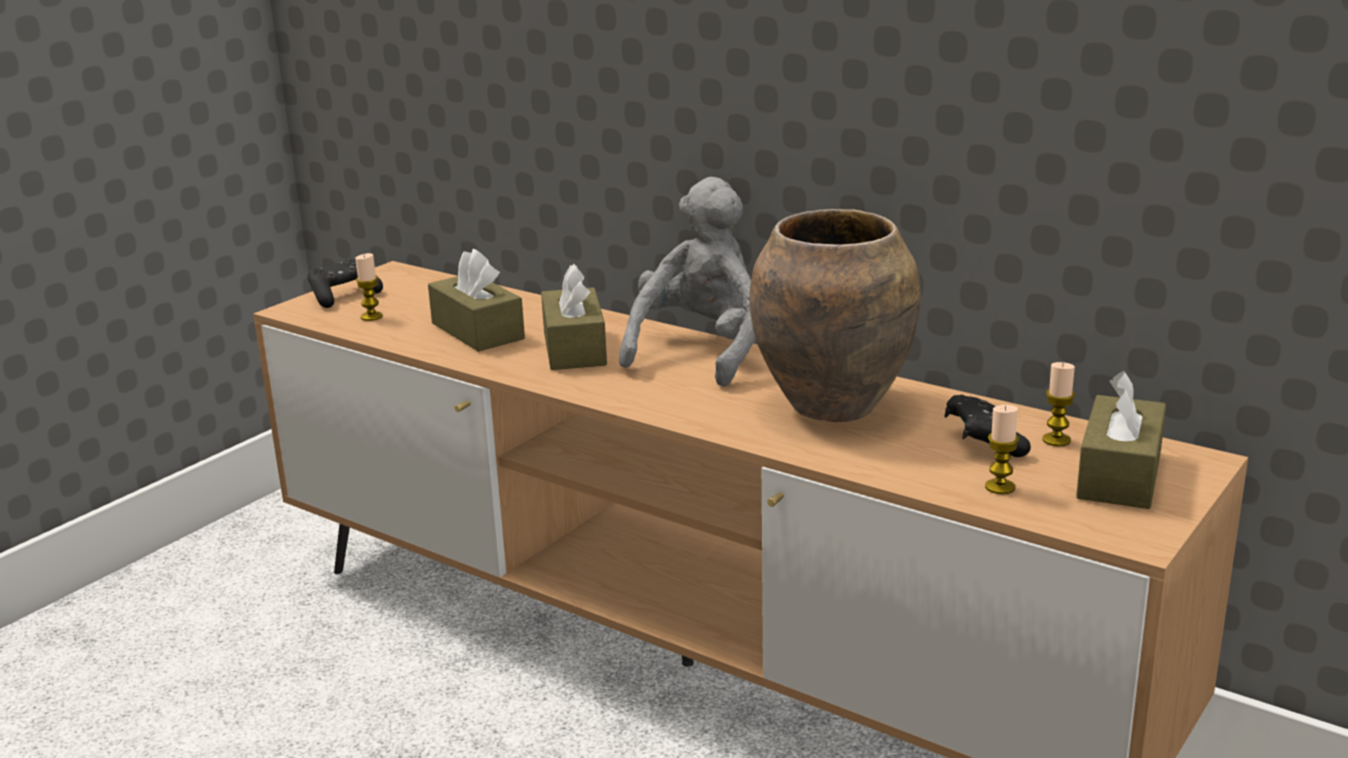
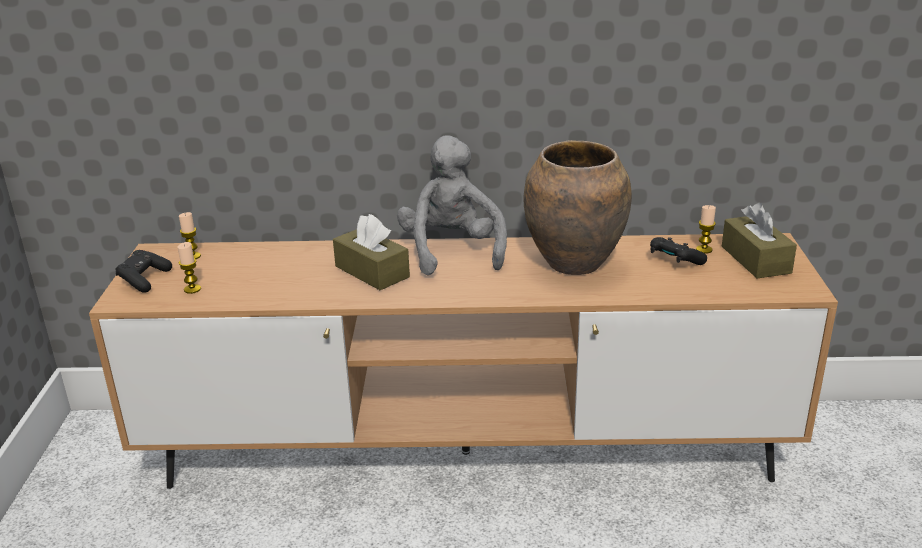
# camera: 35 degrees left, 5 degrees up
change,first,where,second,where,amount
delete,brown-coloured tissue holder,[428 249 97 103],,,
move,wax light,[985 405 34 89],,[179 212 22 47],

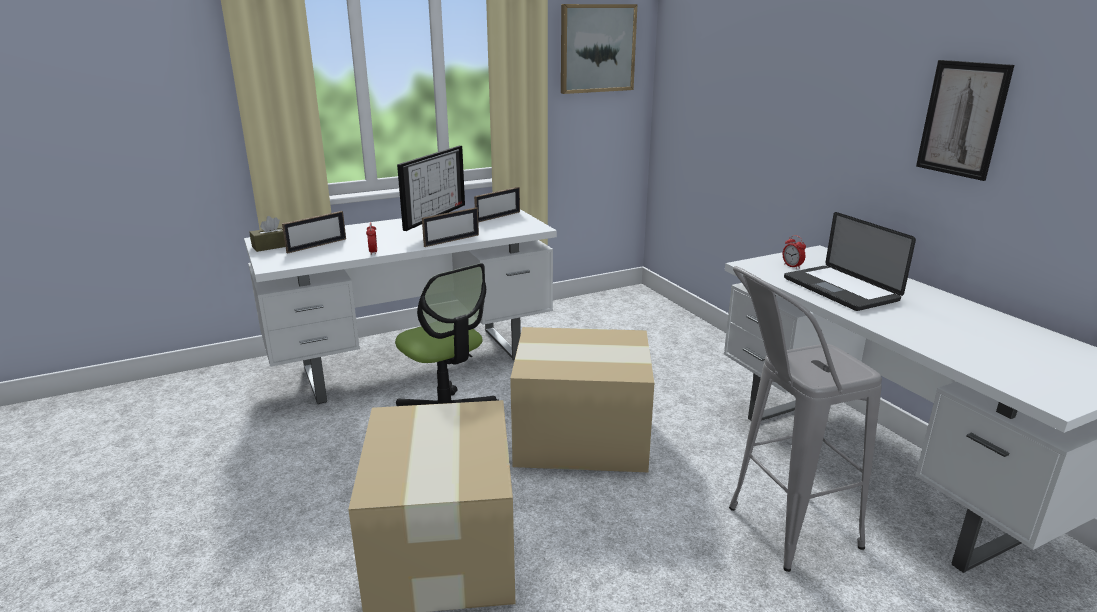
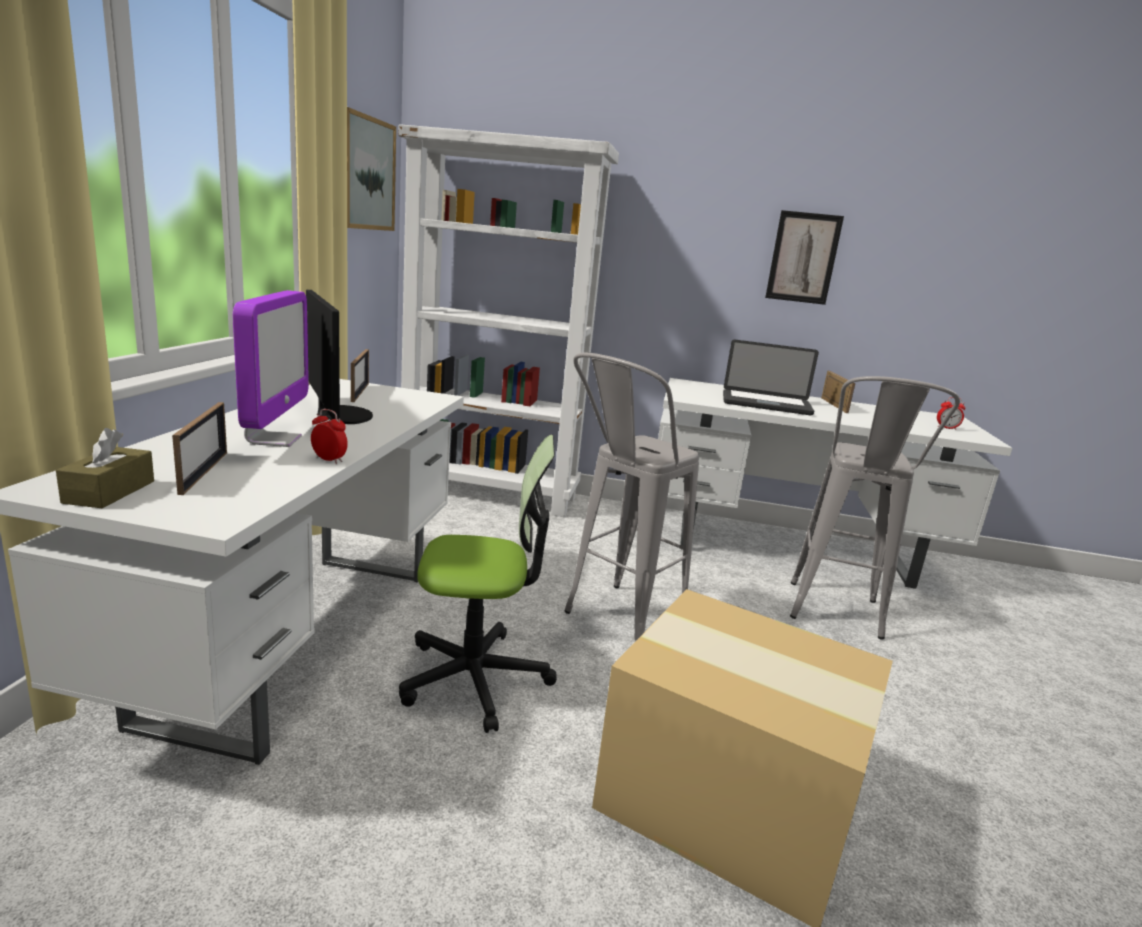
# camera: 55 degrees left, 5 degrees down
change,first,where,second,where,amount
move,photo frame,[422 207 57 40],,[821 371 34 42],
move,alarm clock,[783 235 23 34],,[937 397 28 33],
replace,packing box,[510 327 144 145],grey sitting stool,[565 353 134 288],
insert,,,white-coloured bookshelf,[398 124 221 393],
insert,,,monitor,[233 290 76 157],

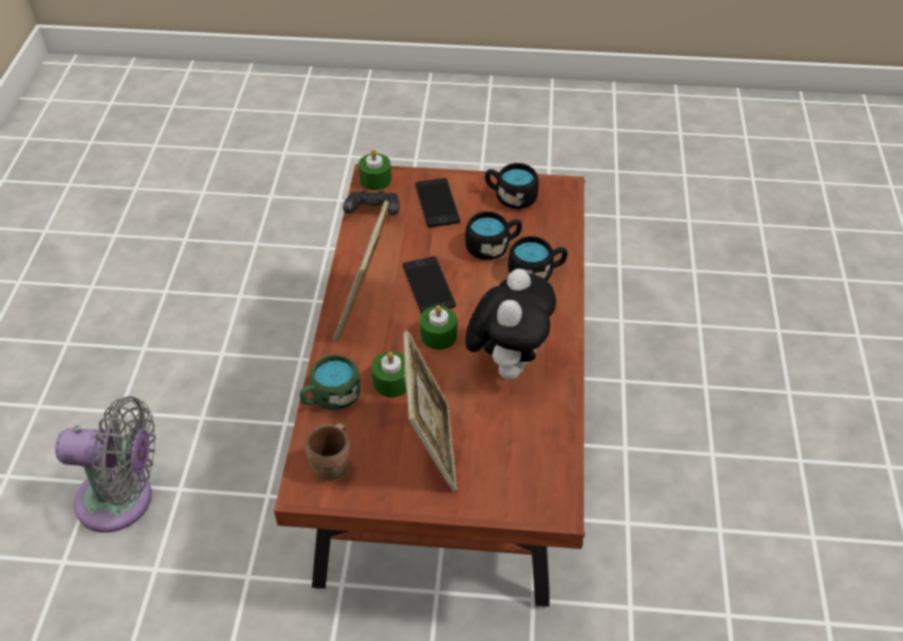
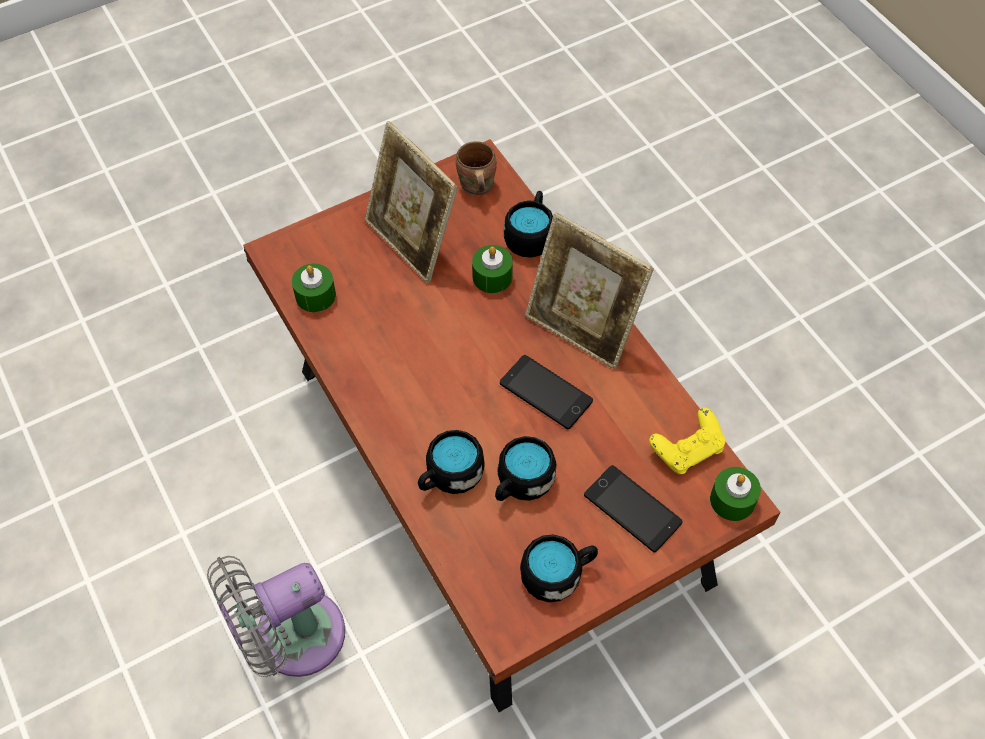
# camera: 145 degrees right, 10 degrees up
change,first,where,second,where,amount
recolor,black gamepad,[343 190 57 25],yellow gamepad,[649 407 76 67],
rotate,photo frame,[333 200 56 142],,[525 213 129 157],150 degrees clockwise
delete,plush toy,[465 269 91 111],,,
move,green wax light,[420 305 37 45],,[292 264 44 48],
recolor,green coffee mug,[300 354 61 56],black coffee mug,[504 191 49 67],
move,grey electric fan,[55 396 101 137],,[207 556 138 121],

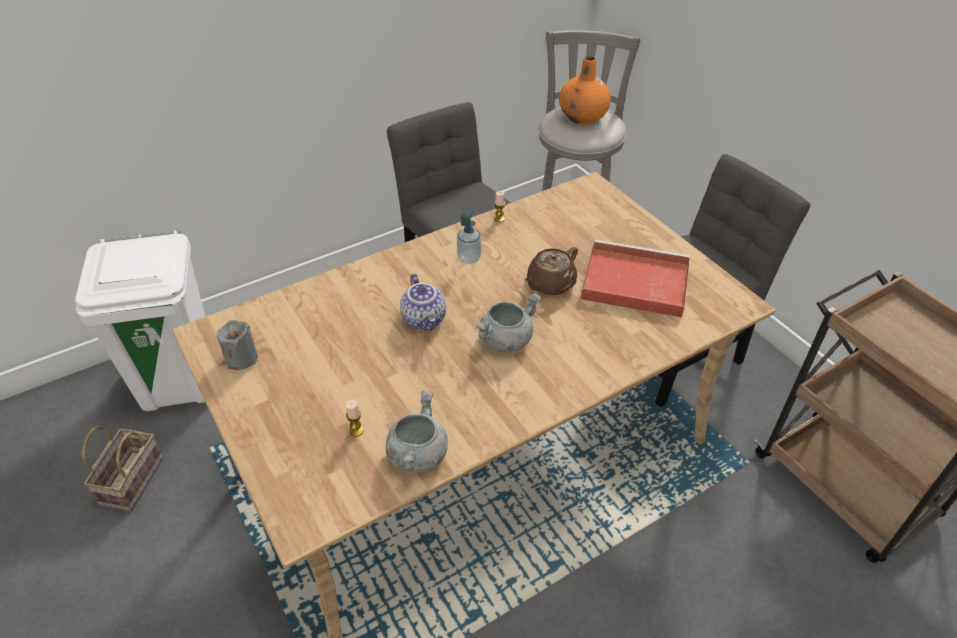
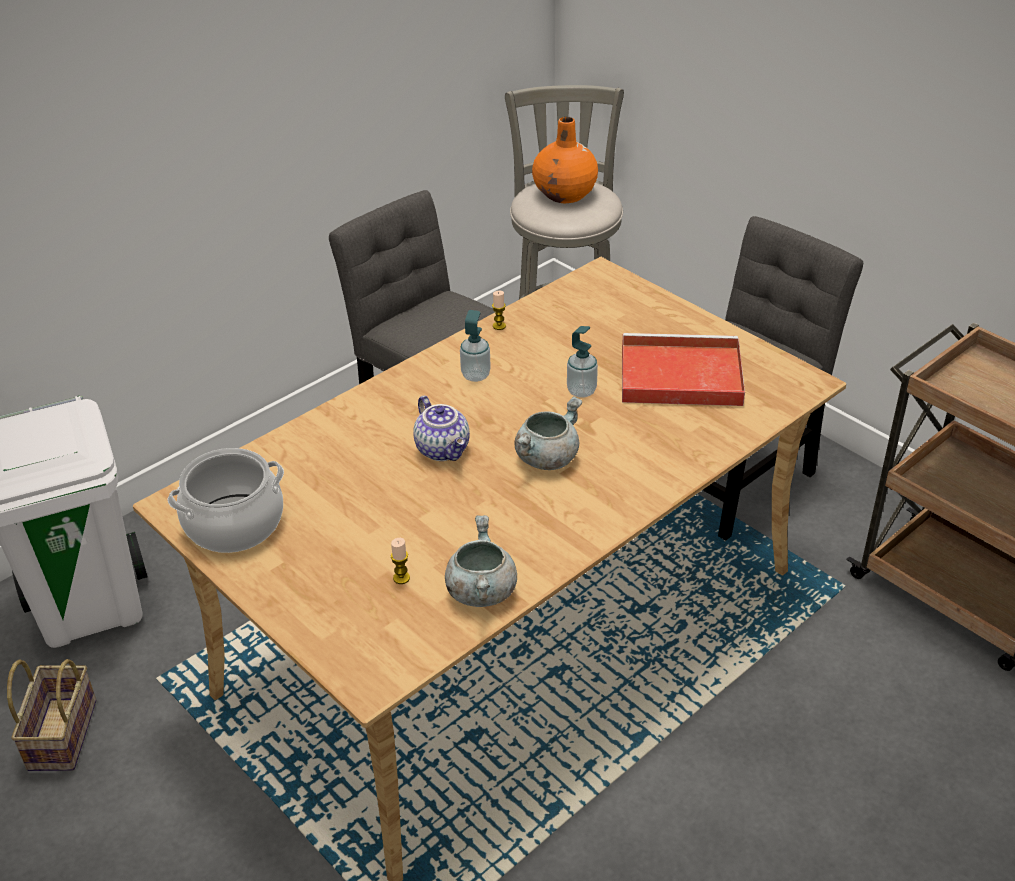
# camera: 10 degrees left, 5 degrees down
change,first,where,second,where,amount
replace,brown-coloured tea pot,[524 247 54 48],soap dispenser,[567 326 31 72],
replace,grey wax light,[217 320 41 50],saucepot,[167 448 117 105],

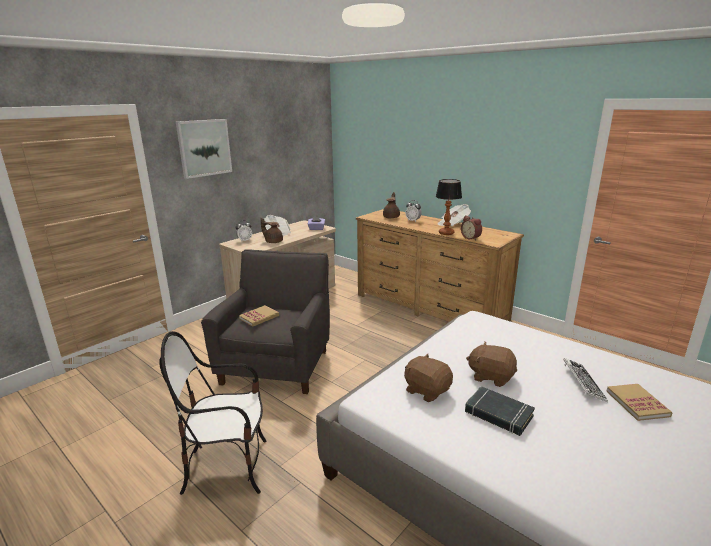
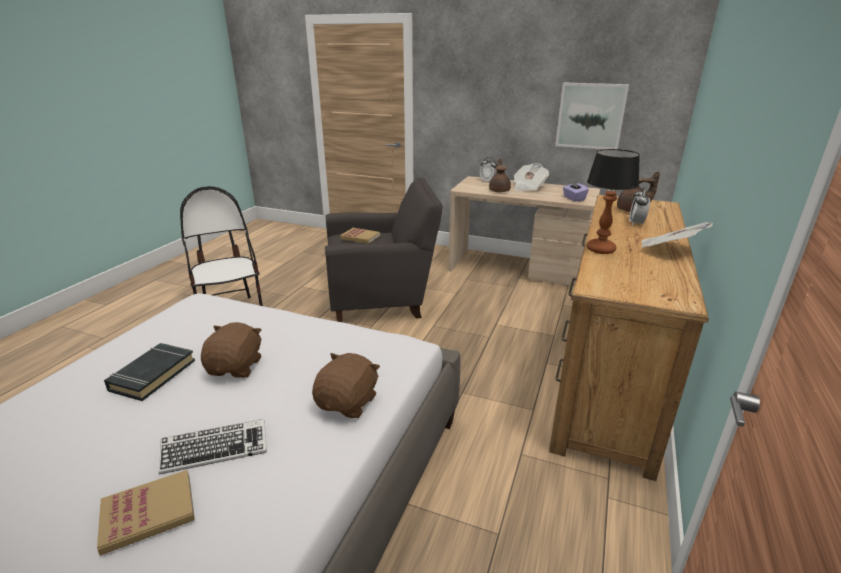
# camera: 70 degrees right, 5 degrees up
change,first,where,second,where,amount
move,picture,[176 119 56 60],,[555 82 74 67],
delete,alarm clock,[461 216 21 24],,,
move,brown-coloured plush toy,[404 354 49 48],,[312 353 68 65],

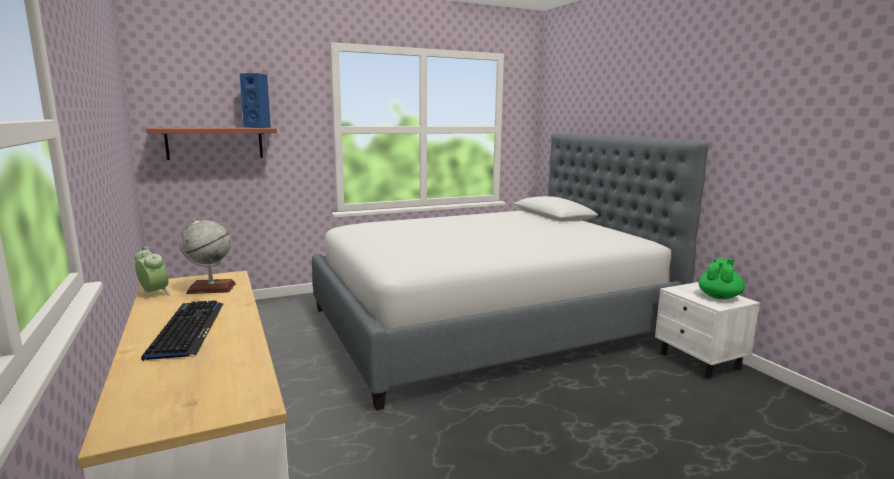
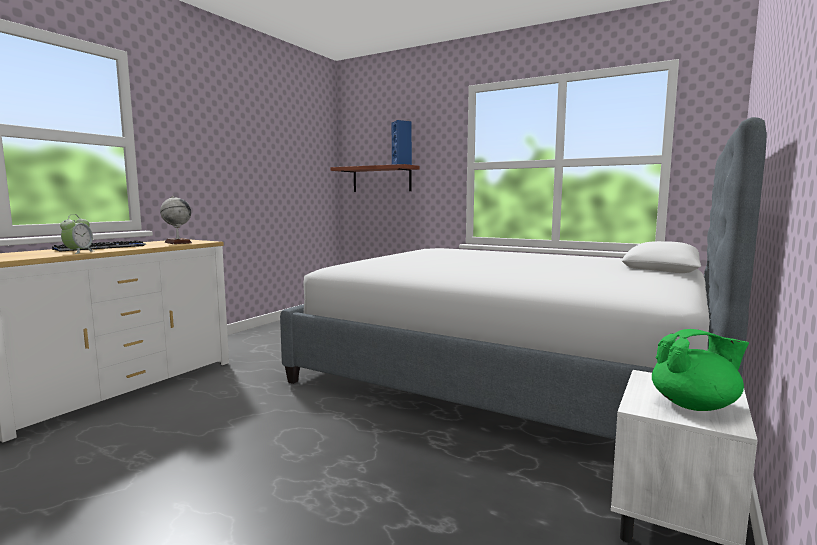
# camera: 55 degrees right, 5 degrees down
change,first,where,second,where,amount
move,alarm clock,[134 246 37 50],,[60 214 33 40],

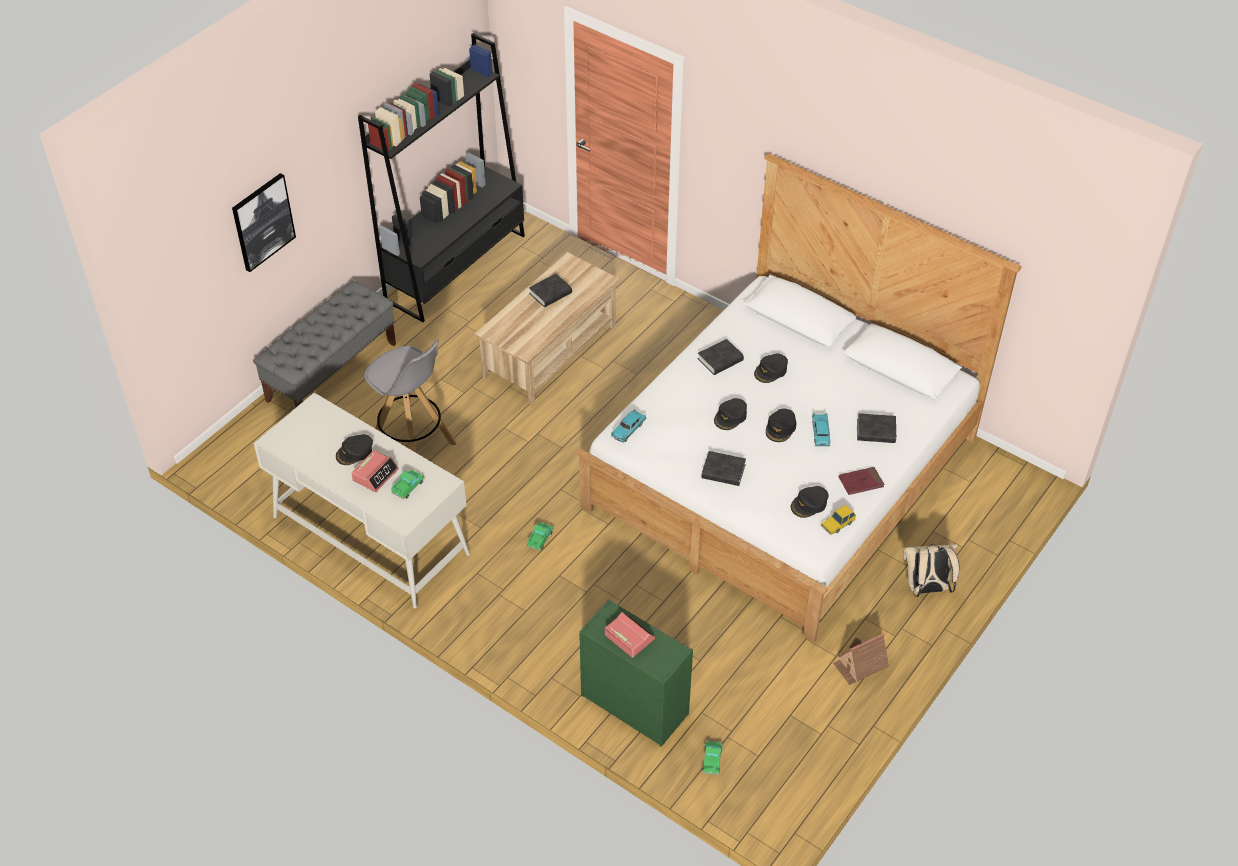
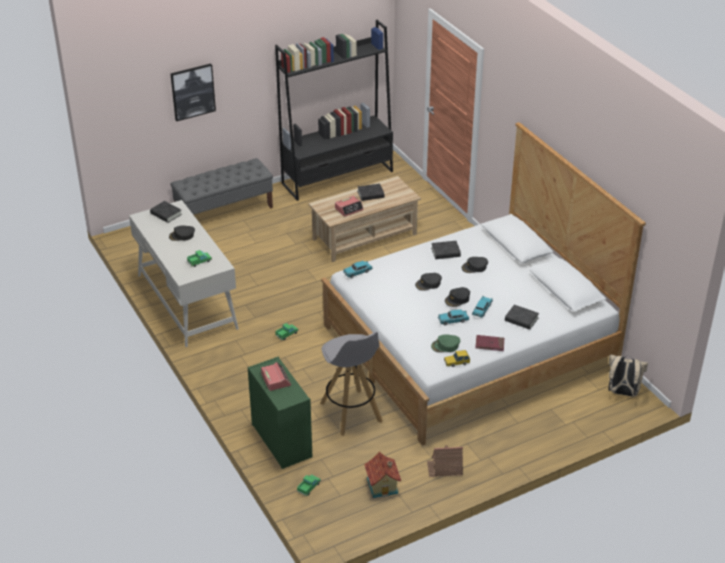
# camera: 25 degrees right, 10 degrees down
change,first,where,second,where,amount
move,grey sitting stool,[364 340 92 113],,[320 332 63 104],
move,alarm clock,[351 450 48 42],,[335 196 29 21],
move,black bound book,[701 451 45 35],,[150 201 32 22],
recolor,black baseball cap,[791 486 38 32],green baseball cap,[431 334 29 18],
move,beige-coloured rucksack,[903 544 57 53],,[609 354 39 43],
insert,,,turquoise miniature car,[438 309 32 16],
insert,,,model house,[364 452 37 46],

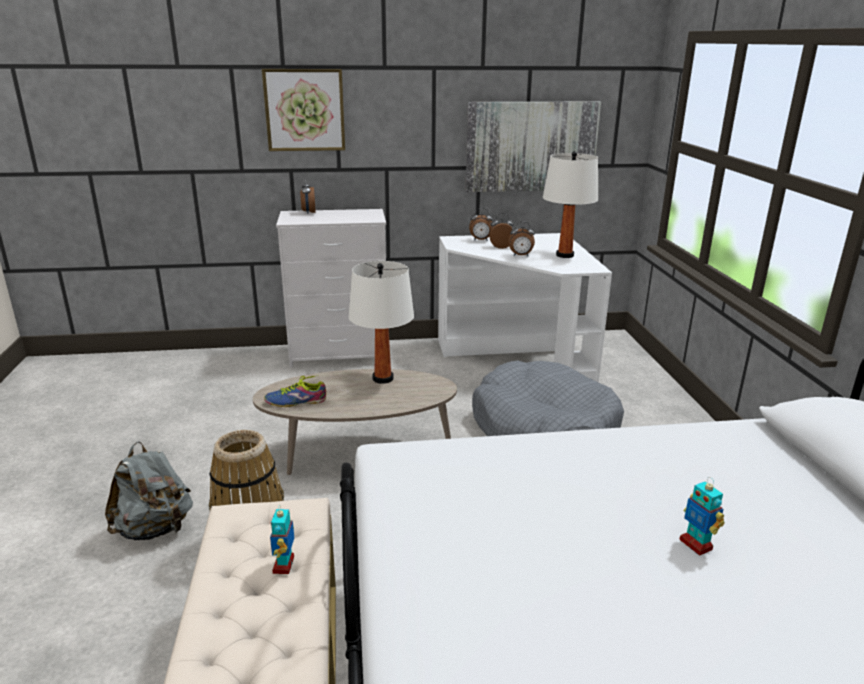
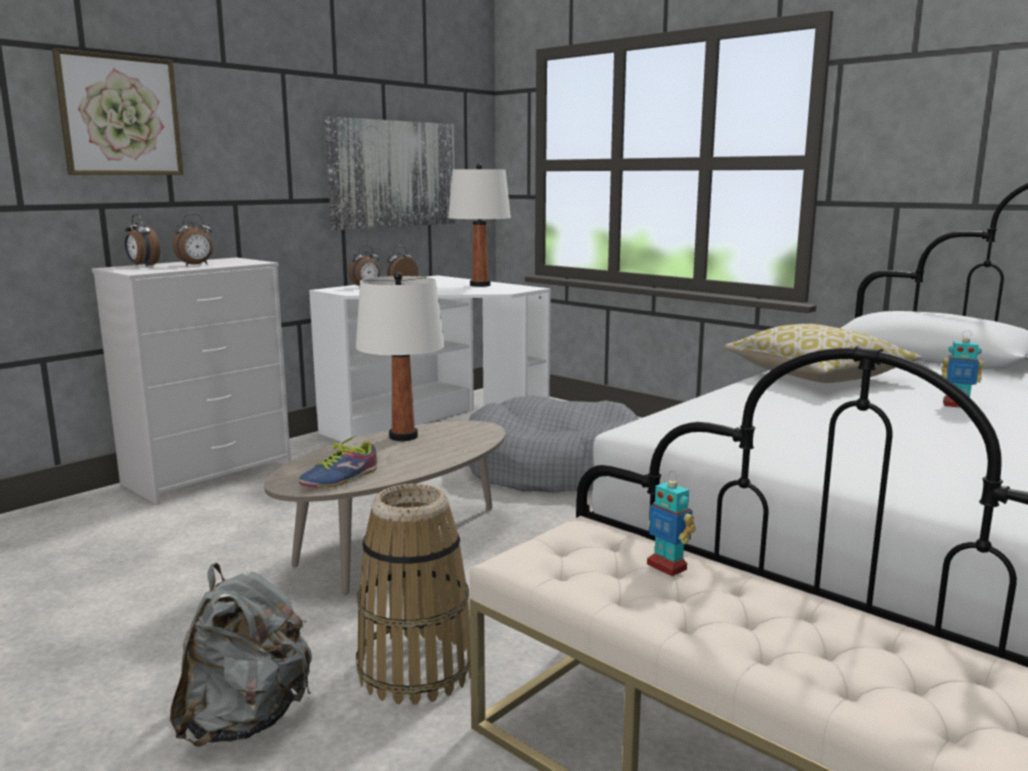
# camera: 40 degrees left, 10 degrees down
change,first,where,second,where,amount
move,alarm clock,[508 221 27 35],,[173 214 40 52],
insert,,,pillow,[724 324 198 59],

